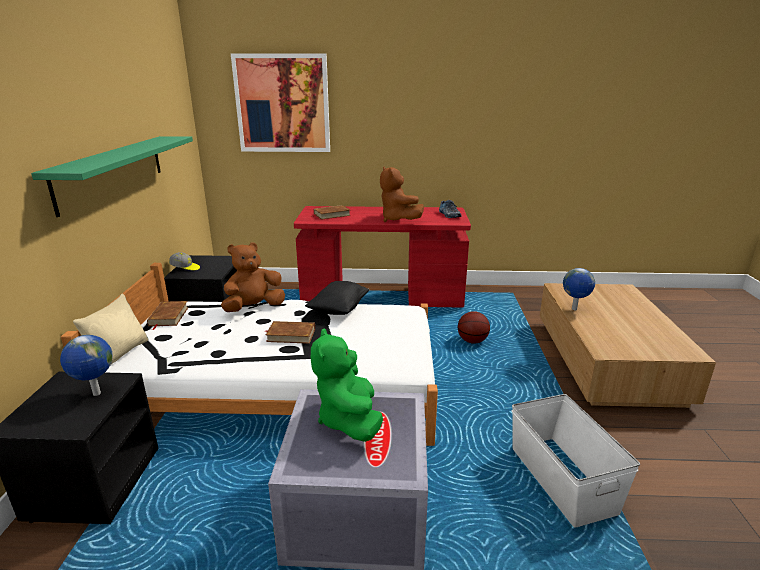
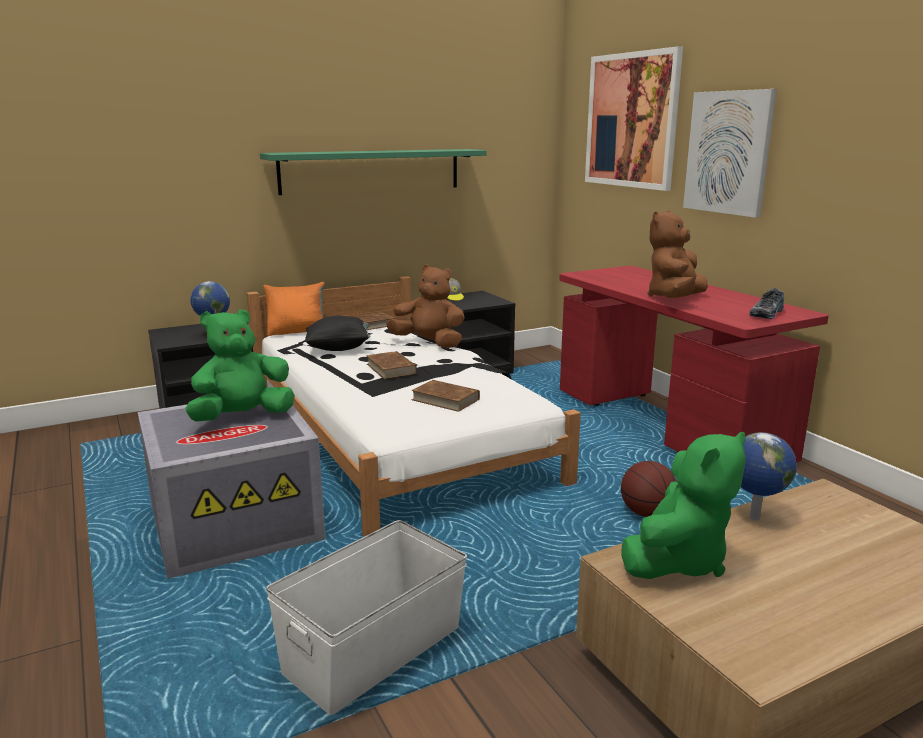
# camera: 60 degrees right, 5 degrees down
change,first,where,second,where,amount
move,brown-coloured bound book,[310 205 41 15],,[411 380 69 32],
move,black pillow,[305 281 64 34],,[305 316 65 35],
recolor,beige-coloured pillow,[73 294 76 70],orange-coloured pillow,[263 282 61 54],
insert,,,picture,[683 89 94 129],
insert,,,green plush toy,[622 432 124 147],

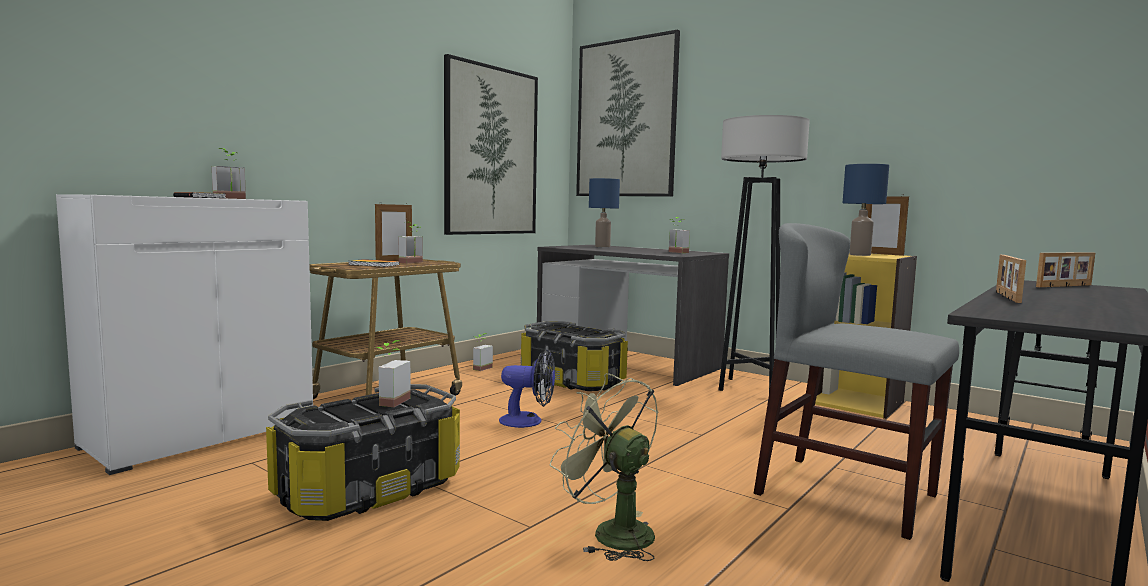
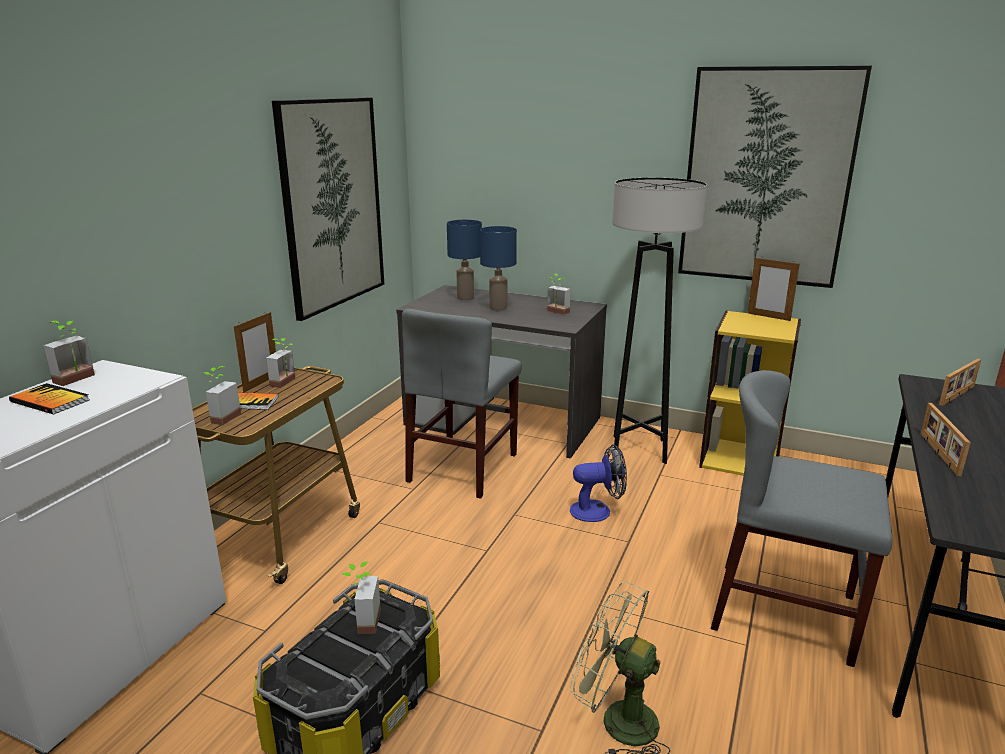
# camera: 15 degrees left, 15 degrees up
change,first,where,second,where,amount
move,picture,[576 30 104 167],,[678 66 194 222],
move,blue table lamp,[843 164 46 92],,[480 226 37 85],
replace,storage container,[521 321 107 70],grey plain chair,[402 309 119 190],
move,plant in a pot,[473 333 20 38],,[204 366 37 59],
move,electric fan,[499 349 56 79],,[570 444 57 78],

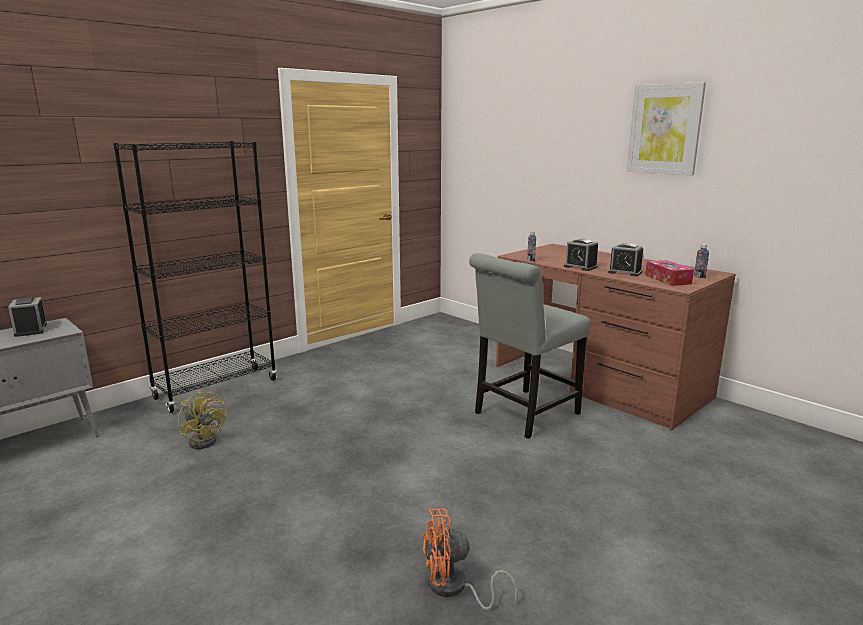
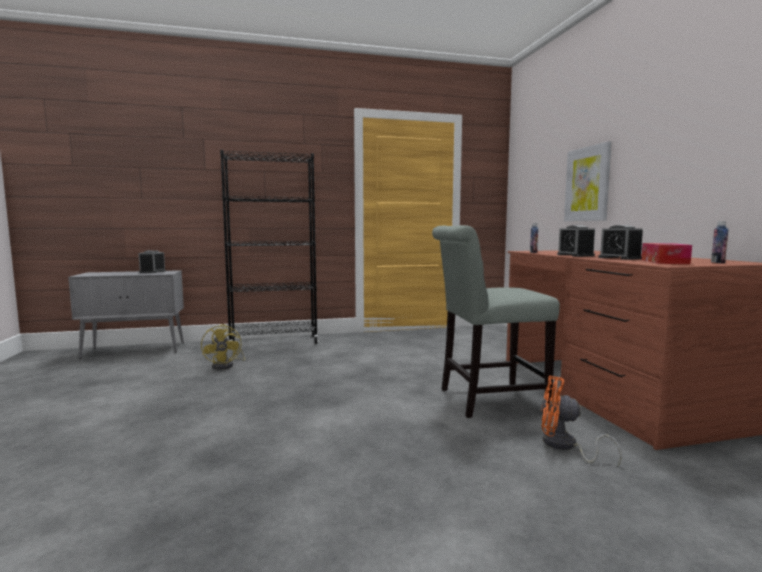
# camera: 30 degrees right, 10 degrees down
change,first,where,second,where,amount
move,picture,[627 82 79 93],,[564 141 48 80],
move,orange-coloured electric fan,[422 509 96 101],,[541 376 81 90],

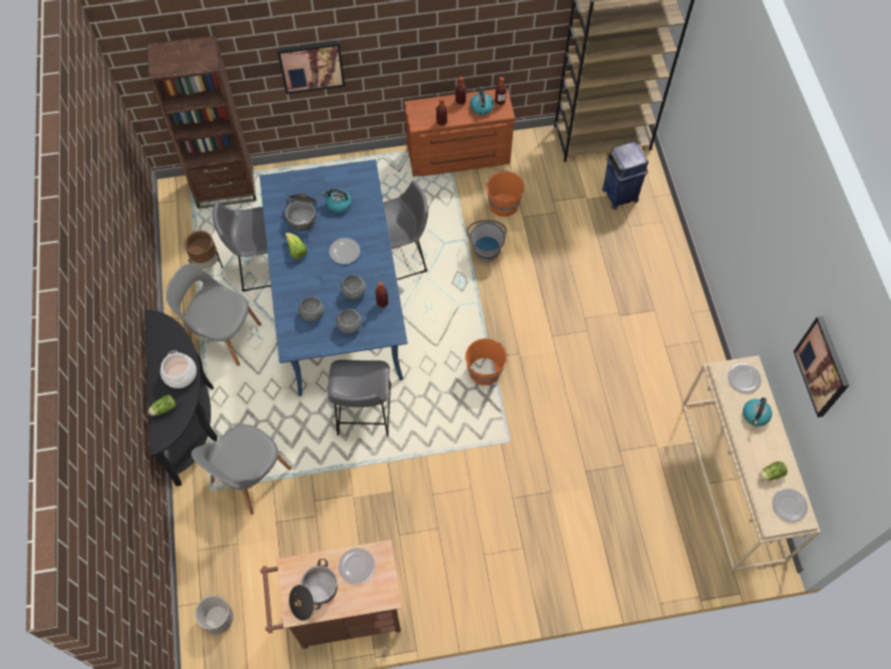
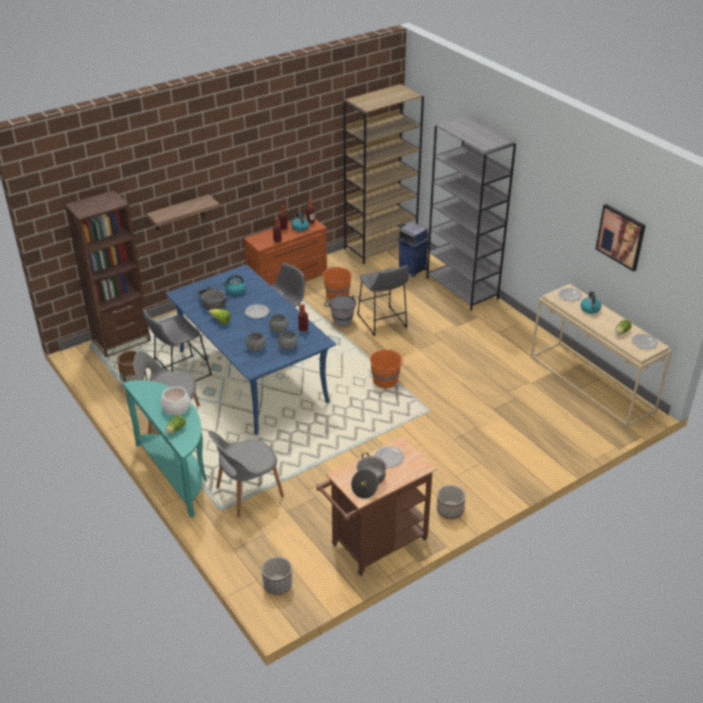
# camera: 25 degrees left, 25 degrees down
change,first,where,second,where,amount
replace,picture,[277 41 68 53],shelf,[146 194 74 36],
recolor,black console table,[145 310 73 176],turquoise console table,[123 380 84 138],
move,grey sitting stool,[328 360 63 77],,[357 265 52 71],
rotate,grey plain chair,[191 424 101 91],,[208 431 76 87],45 degrees clockwise
insert,,,grey bookshelf,[426 116 90 195],
insert,,,flower pot,[437 485 29 34],

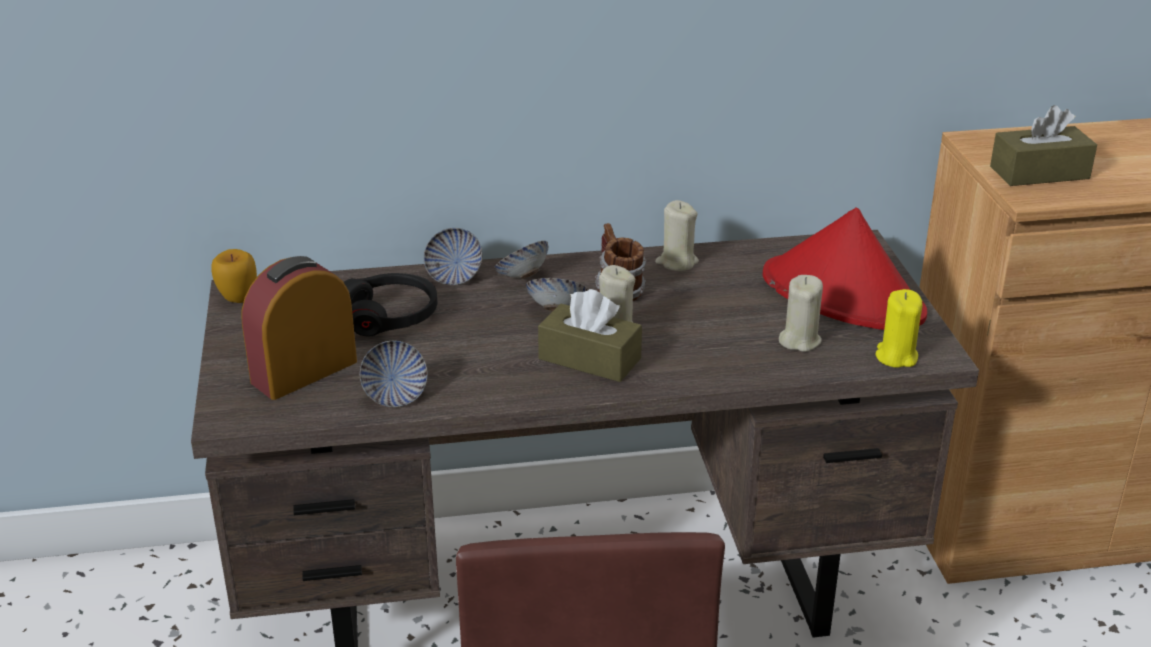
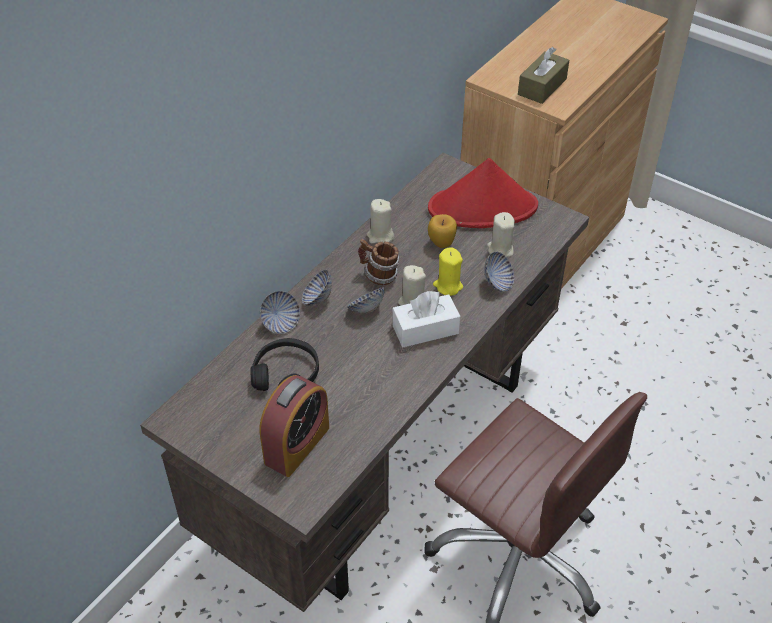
# camera: 45 degrees left, 15 degrees up
change,first,where,second,where,amount
move,whole apple,[211 249 46 54],,[428 214 29 34],
rotate,alarm clock,[242 256 115 144],,[259 375 70 102],150 degrees counterclockwise
recolor,brown-coloured tissue holder,[538 289 104 93],white-coloured tissue holder,[392 291 68 56],
move,yellow wax light,[876 289 47 79],,[433 247 30 49],
move,serving bowl,[360 340 68 67],,[484 252 30 40],

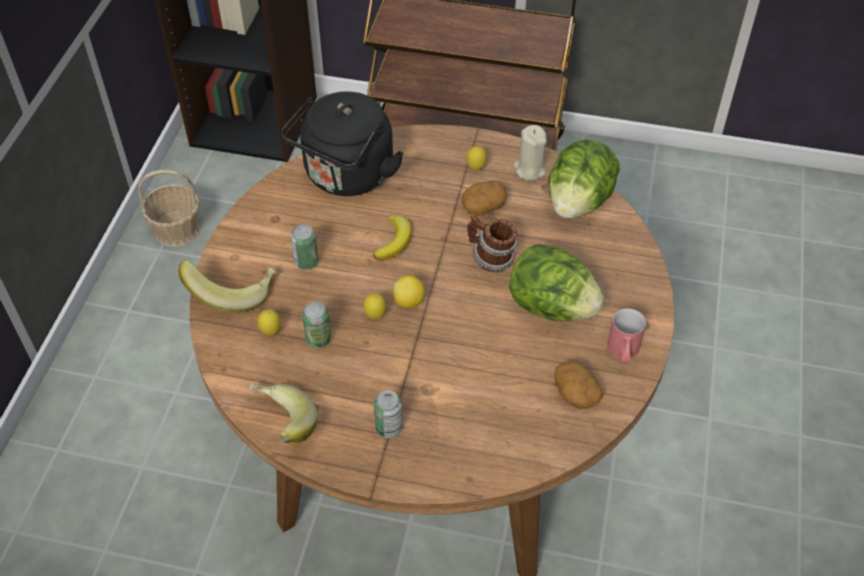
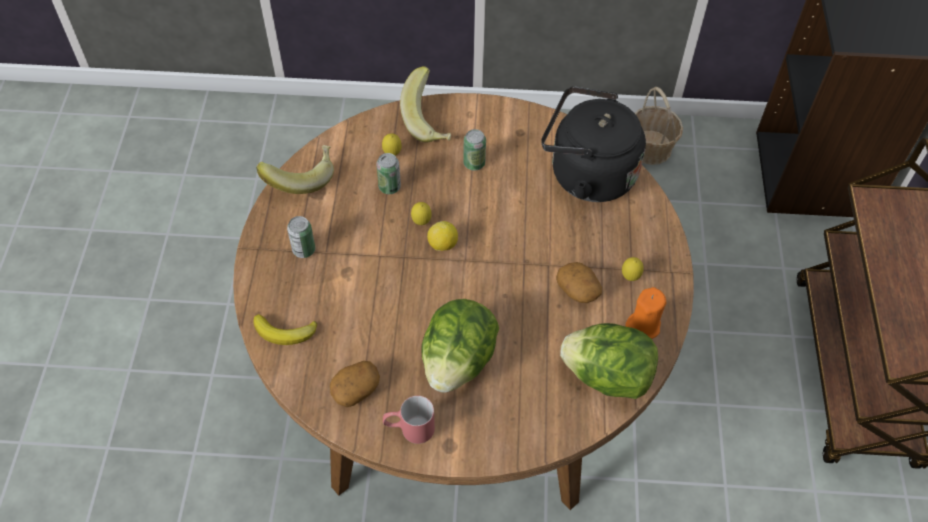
# camera: 80 degrees right, 5 degrees up
change,first,where,second,where,amount
recolor,beige-coloured wax light,[513 125 34 56],orange-coloured wax light,[625 287 41 52],
delete,coffee mug,[467 214 51 58],,,
move,banana,[373 215 38 46],,[253 314 64 31],

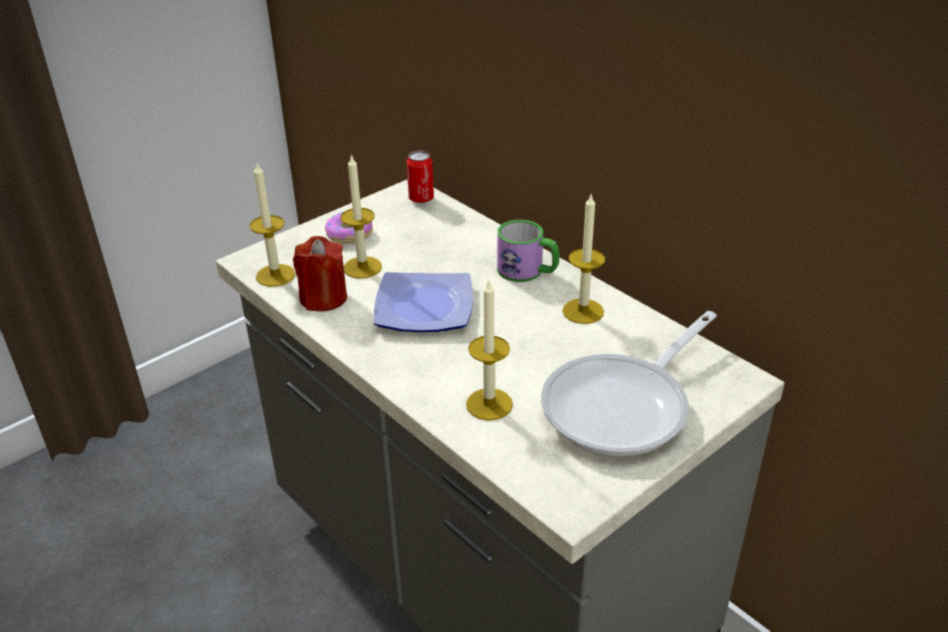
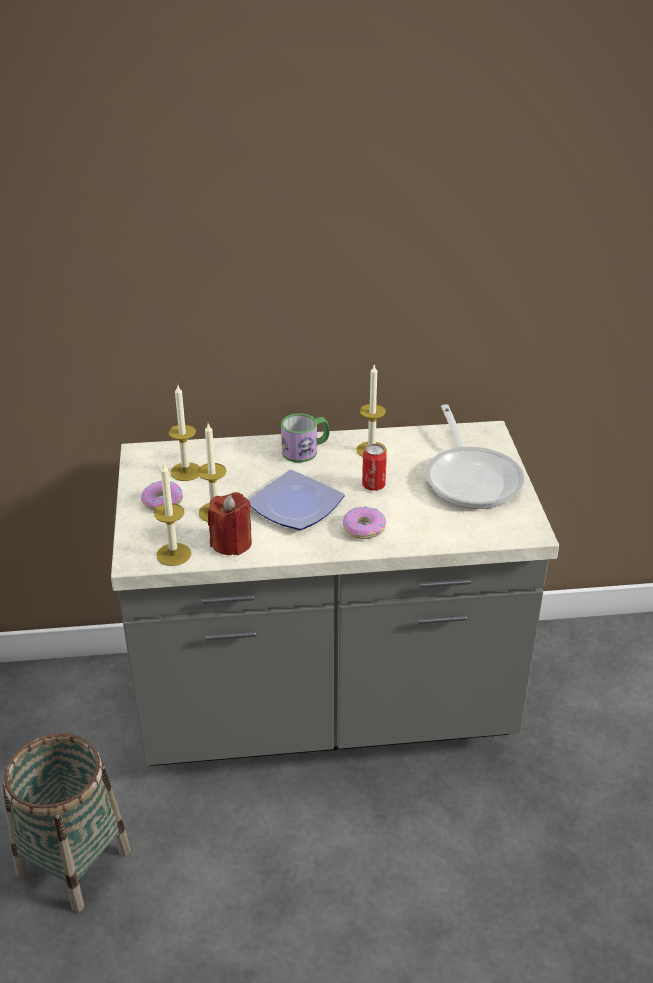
# camera: 55 degrees left, 0 degrees up
change,first,where,second,where,amount
move,can,[406 151 28 52],,[362 444 25 47],
move,wax light,[466 279 47 142],,[168 385 32 96],
insert,,,doughnut,[343 506 43 33],
insert,,,storage basket,[2 733 129 179],

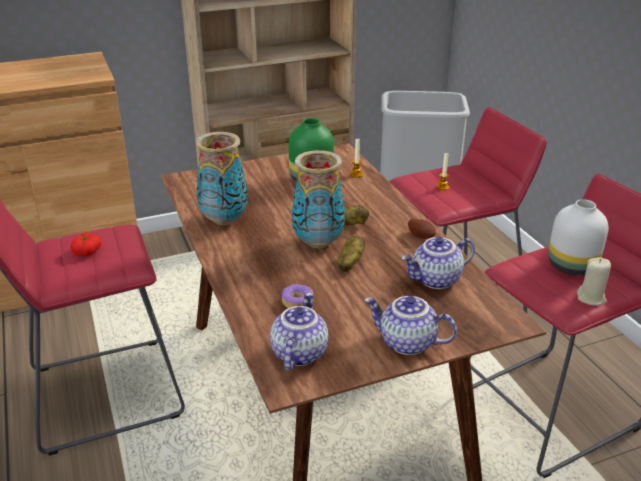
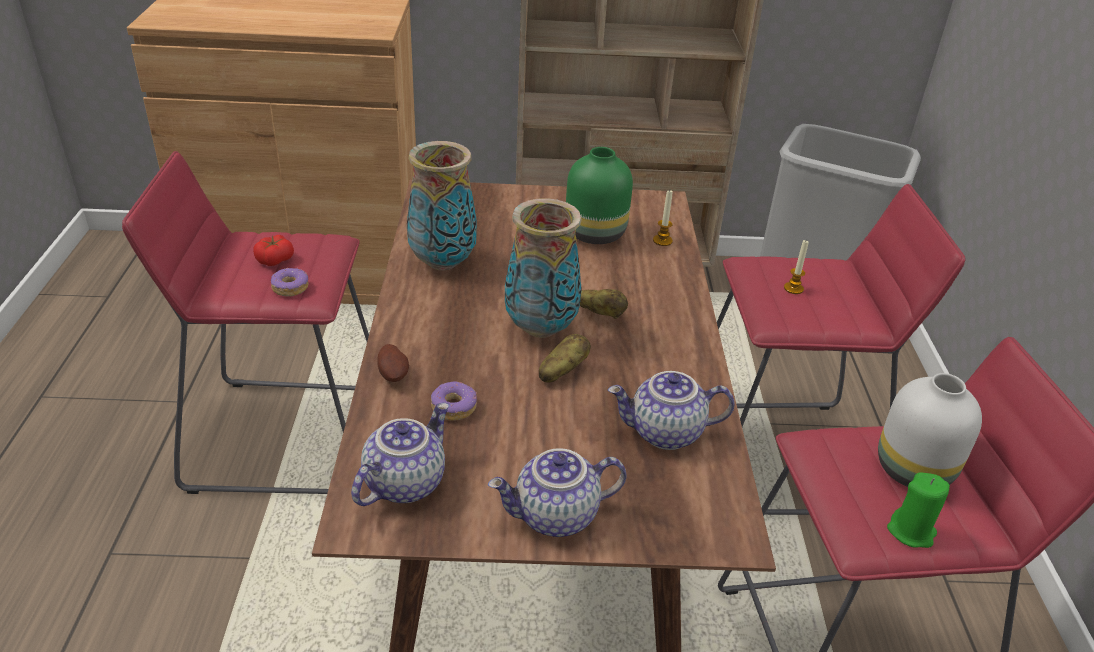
# camera: 20 degrees right, 5 degrees up
change,first,where,second,where,amount
move,whole potato,[408 219 28 20],,[377 344 32 38],
recolor,beige-coloured wax light,[577 257 34 49],green wax light,[887 472 63 76],
rotate,tea pot,[364 296 93 59],,[488 448 139 89],60 degrees counterclockwise
insert,,,doughnut,[271 268 38 29],

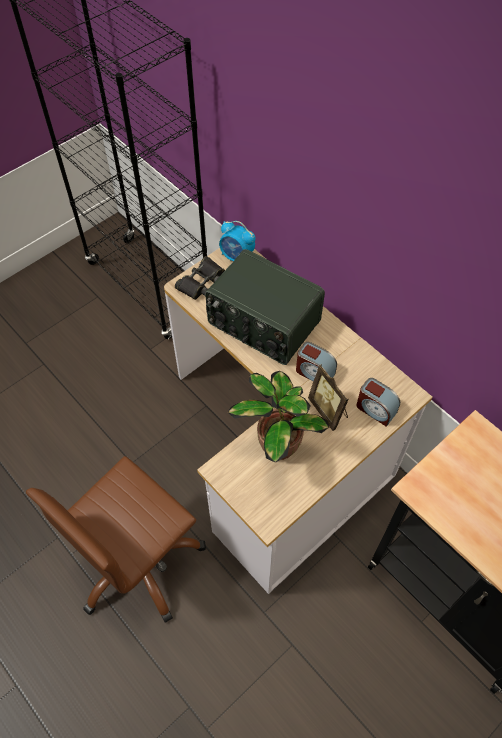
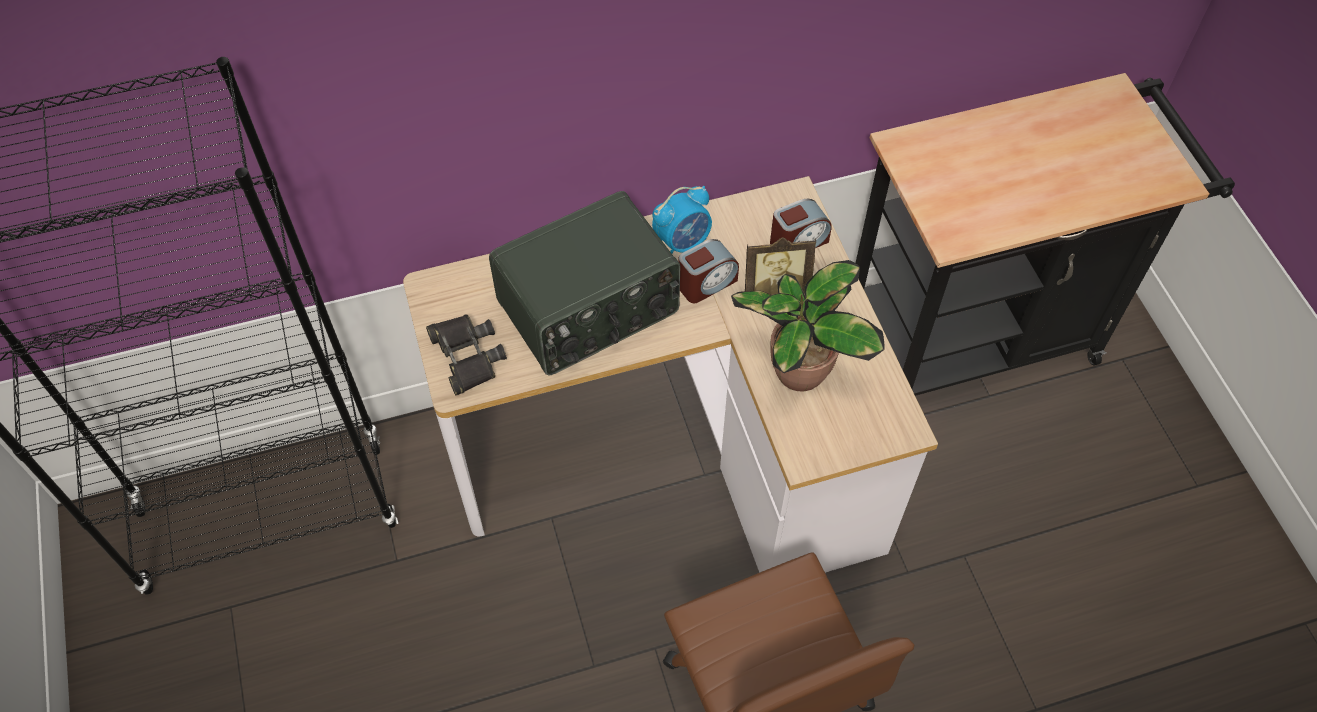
# camera: 65 degrees left, 0 degrees up
change,first,where,second,where,amount
move,alarm clock,[219 221 37 40],,[652 186 60 68],

